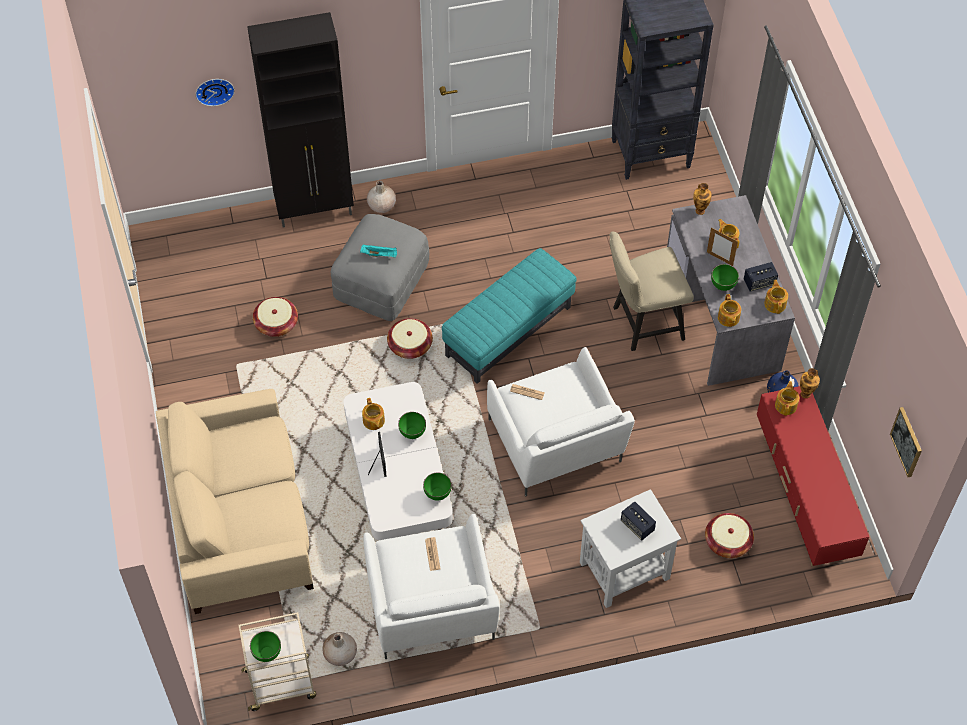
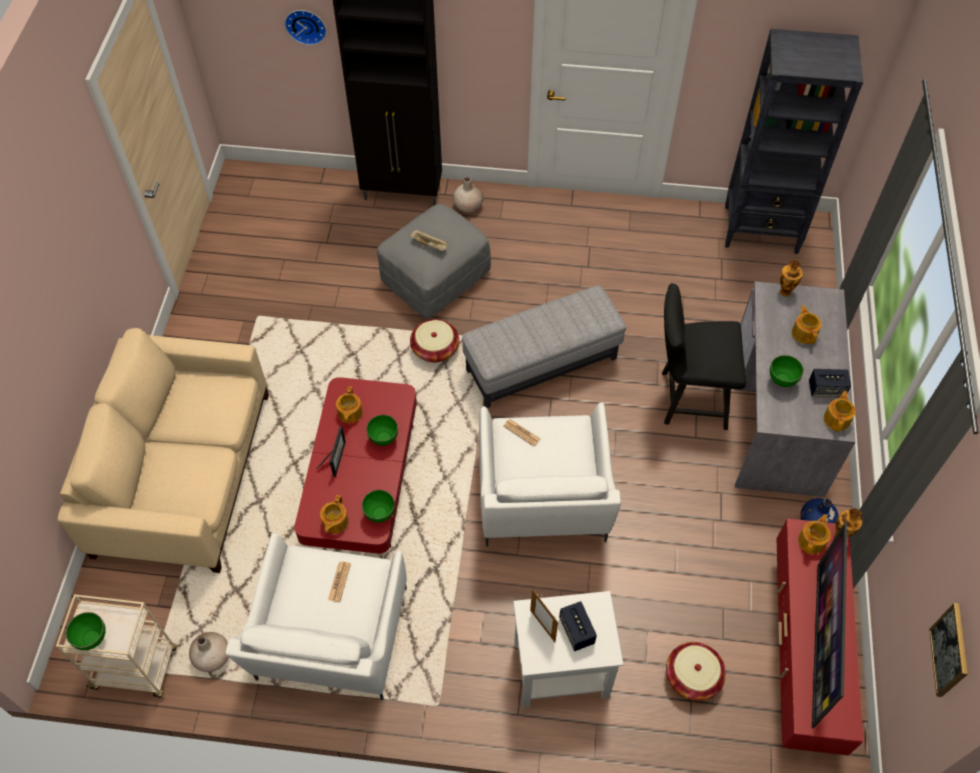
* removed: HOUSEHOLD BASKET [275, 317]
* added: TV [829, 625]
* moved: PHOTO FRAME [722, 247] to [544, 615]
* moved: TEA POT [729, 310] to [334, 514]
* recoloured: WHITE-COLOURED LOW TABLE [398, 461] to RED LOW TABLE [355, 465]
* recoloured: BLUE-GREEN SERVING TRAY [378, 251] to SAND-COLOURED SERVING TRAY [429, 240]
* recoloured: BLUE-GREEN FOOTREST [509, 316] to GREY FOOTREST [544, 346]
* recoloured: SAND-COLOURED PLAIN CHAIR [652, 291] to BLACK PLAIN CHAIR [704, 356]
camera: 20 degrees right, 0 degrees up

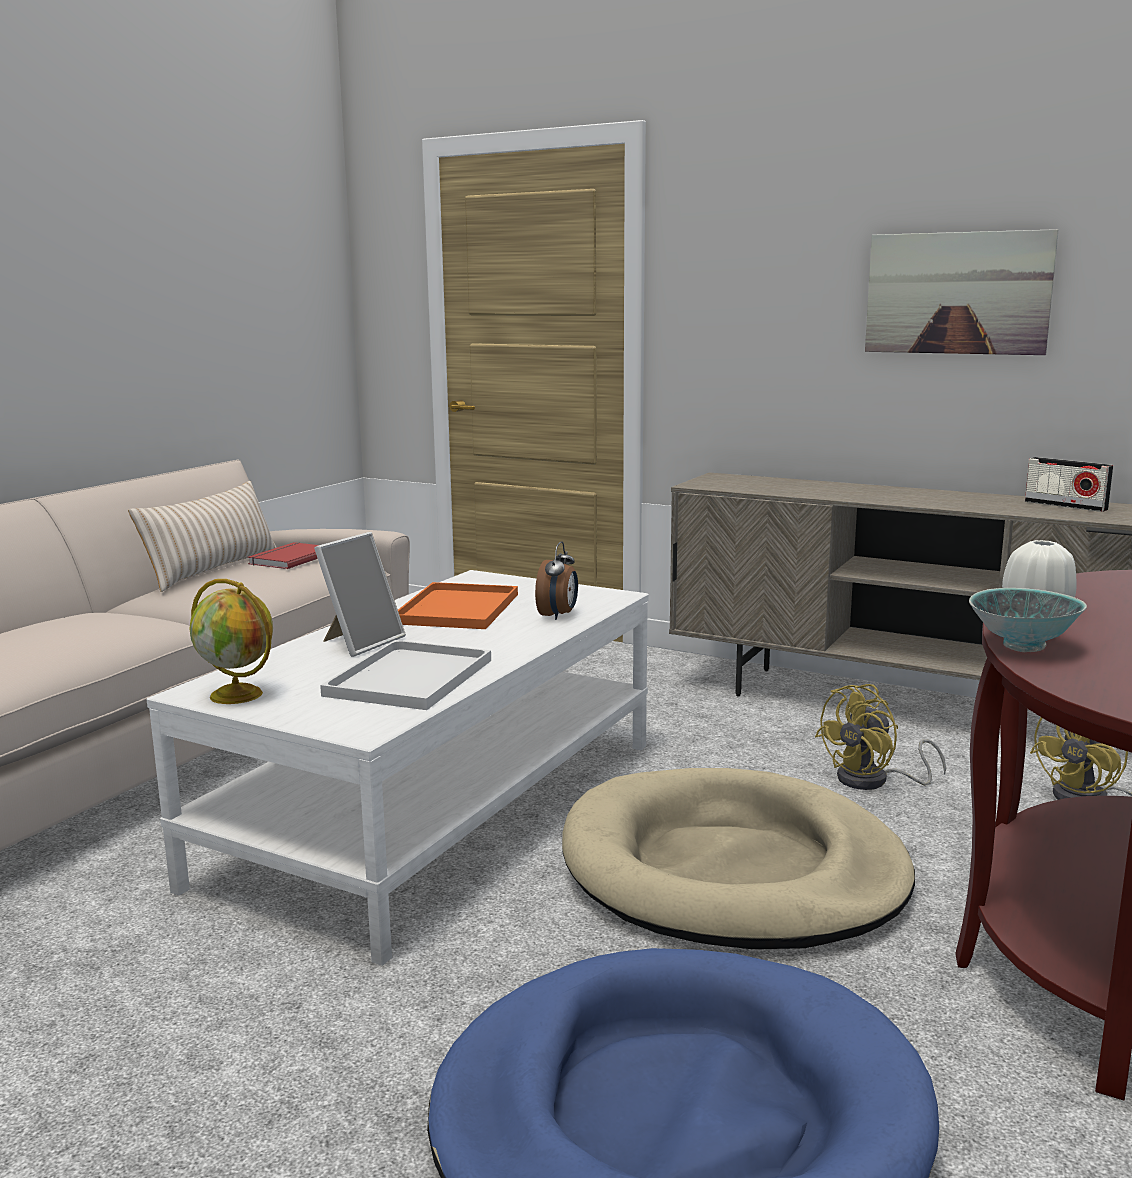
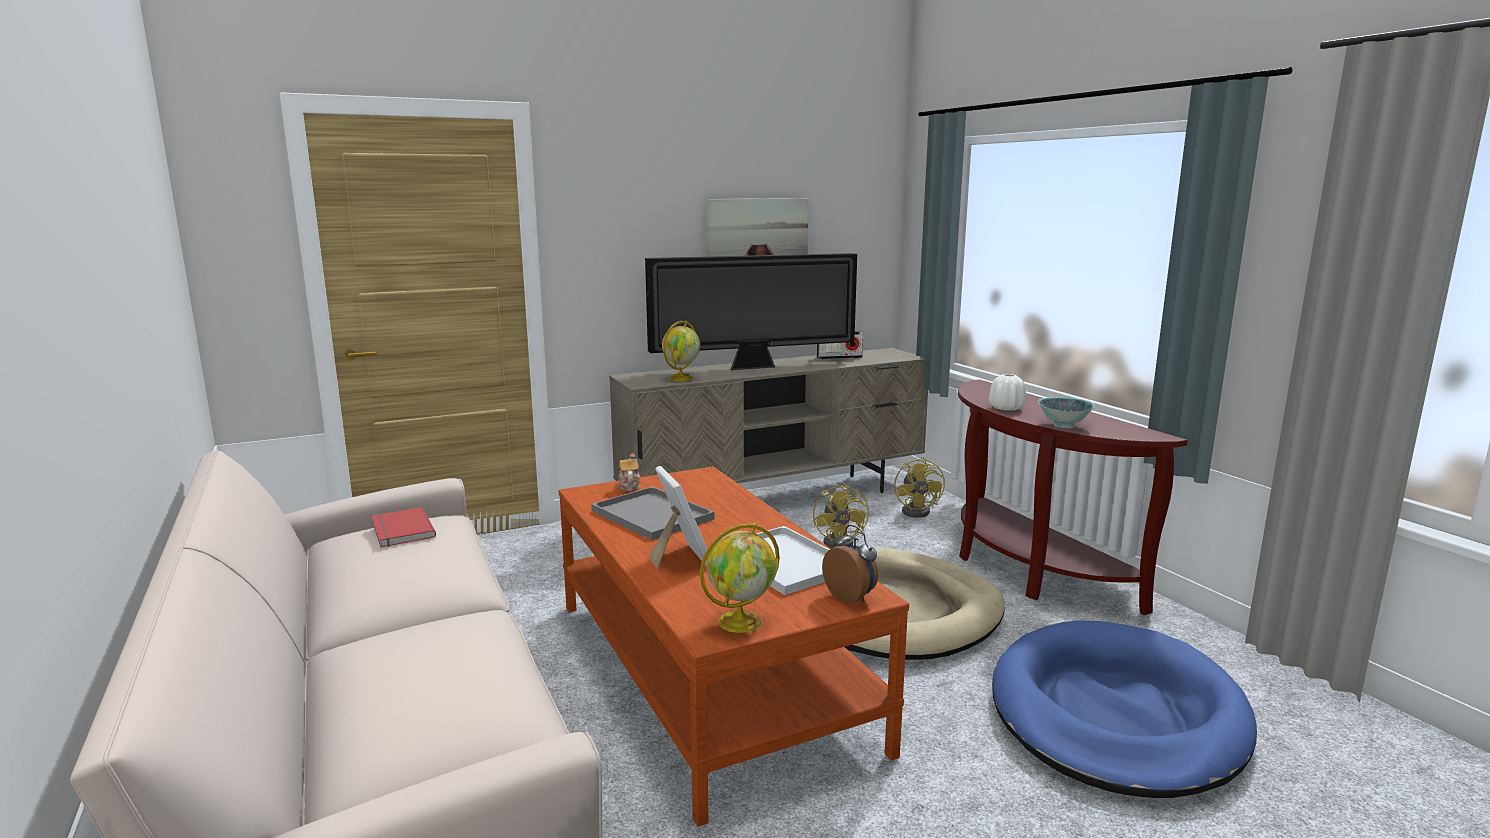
* removed: SAND-COLOURED CUSHION [202, 536]
* added: TEA POT [628, 472]
* added: TV [751, 311]
* added: WORLD GLOBE [681, 351]
* moved: ALARM CLOCK [556, 580] to [850, 564]
* recoloured: WHITE-COLOURED LOW TABLE [398, 768] to BROWNISH LOW TABLE [733, 646]
* recoloured: ORANGEY SERVING TRAY [458, 605] to GREY SERVING TRAY [653, 513]
camera: 55 degrees left, 0 degrees up

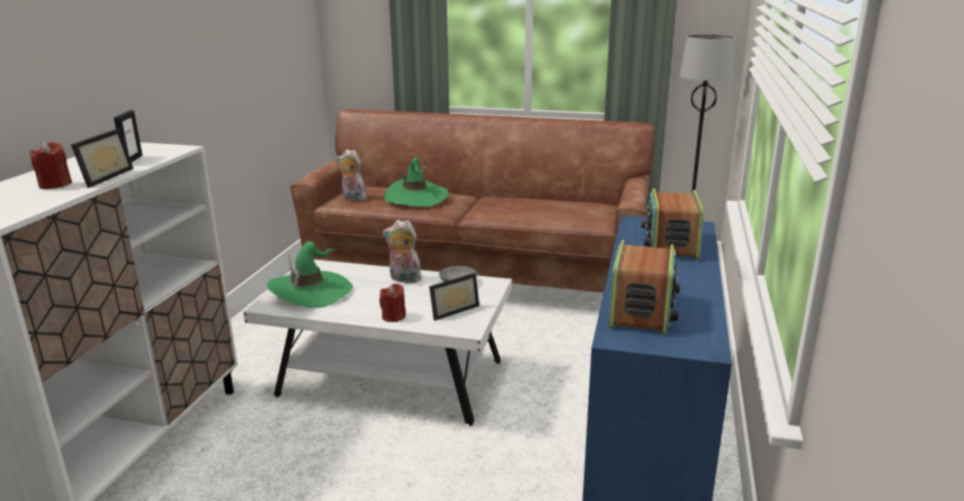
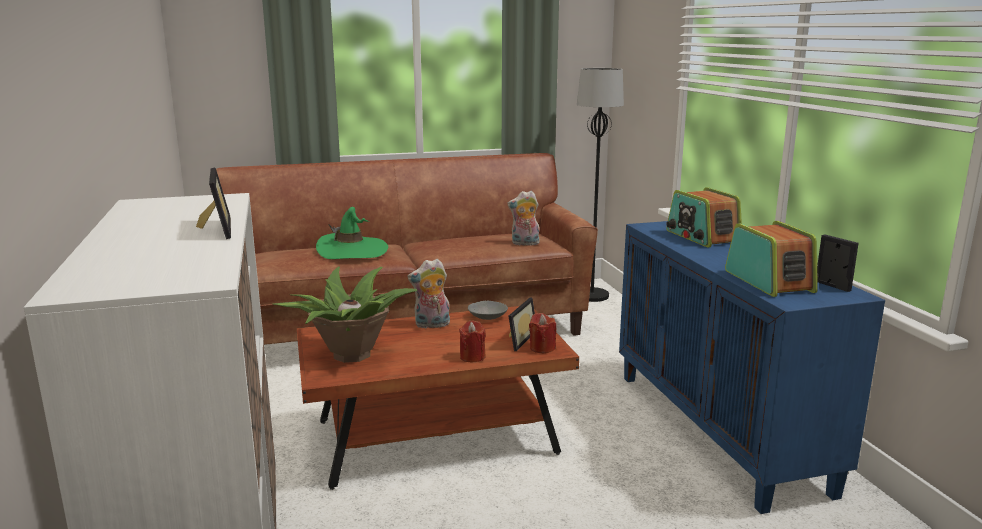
* moved: RED WAX LIGHT [50, 165] to [543, 333]
* moved: PHOTO FRAME [128, 136] to [838, 263]
* moved: SOFT TOY [352, 175] to [523, 218]
* replaced: GREENISH CLOTHING HAT [310, 274] to PLANT IN A POT [345, 315]
* recoloured: WHITE-COLOURED LOW TABLE [377, 342] to BROWNISH LOW TABLE [438, 398]
camera: 30 degrees left, 5 degrees down

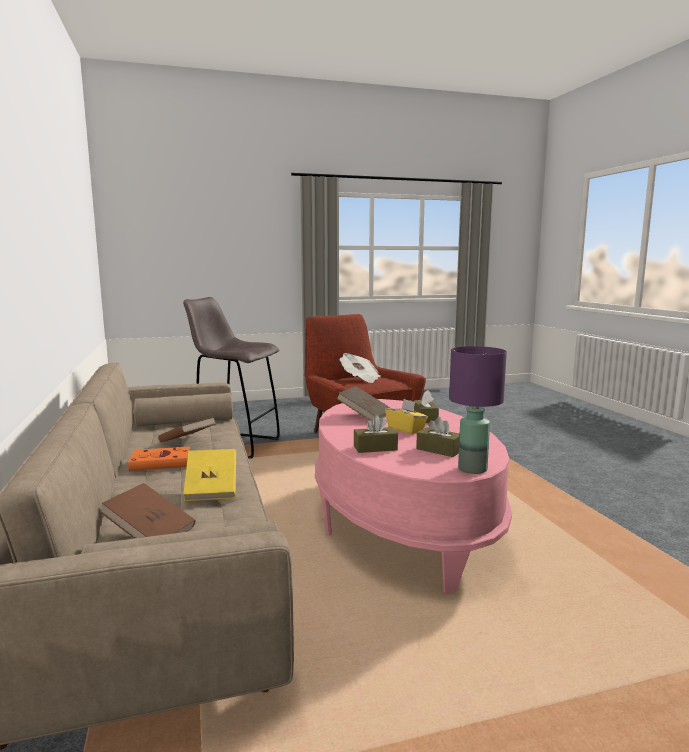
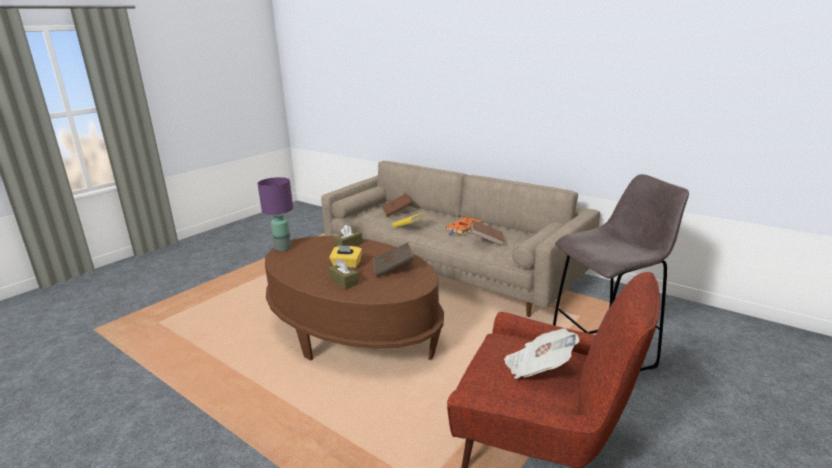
* removed: BROWNISH TISSUE BOX [438, 437]
* recoloured: PINK LOW TABLE [413, 496] to BROWNISH LOW TABLE [354, 298]
camera: 145 degrees right, 10 degrees up

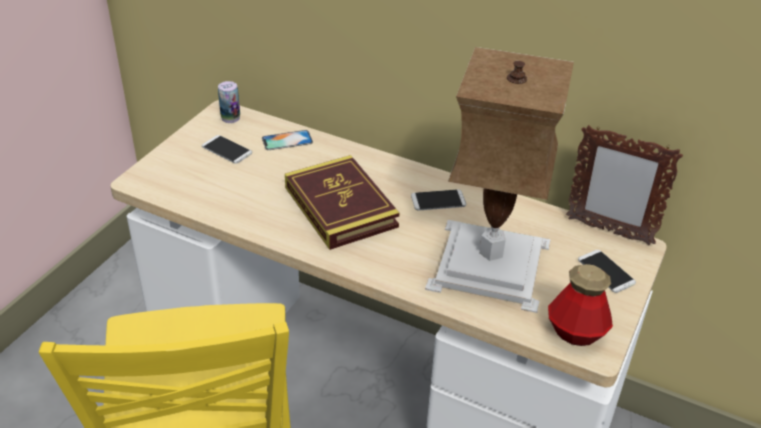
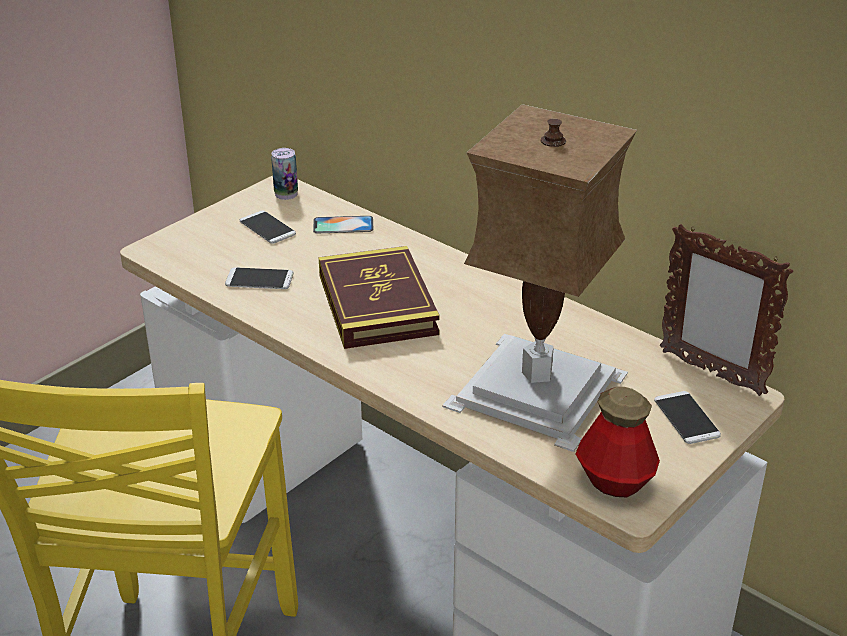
* moved: TELEPHONE [438, 200] to [259, 278]
camera: 15 degrees right, 5 degrees down

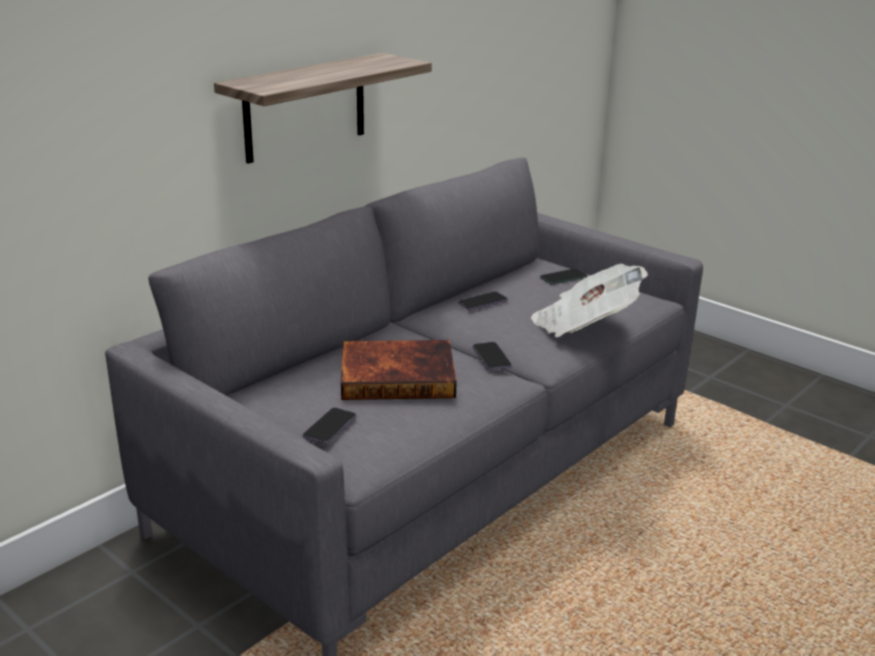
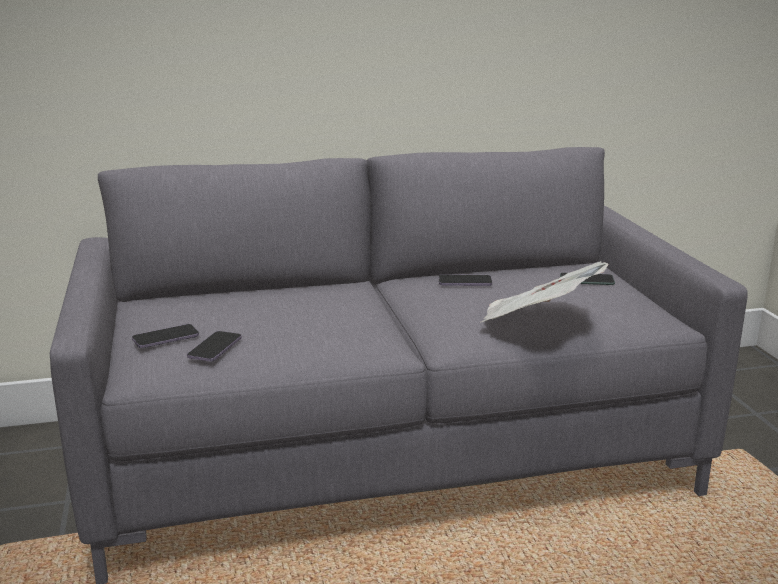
* removed: WALL SHELF [323, 108]
* removed: BOOK [399, 370]
* moved: TELEPHONE [492, 356] to [214, 346]
camera: 35 degrees right, 5 degrees down

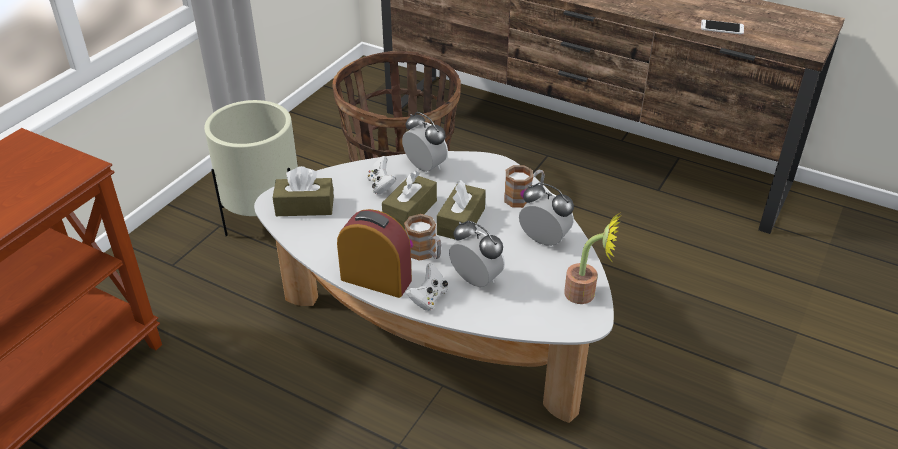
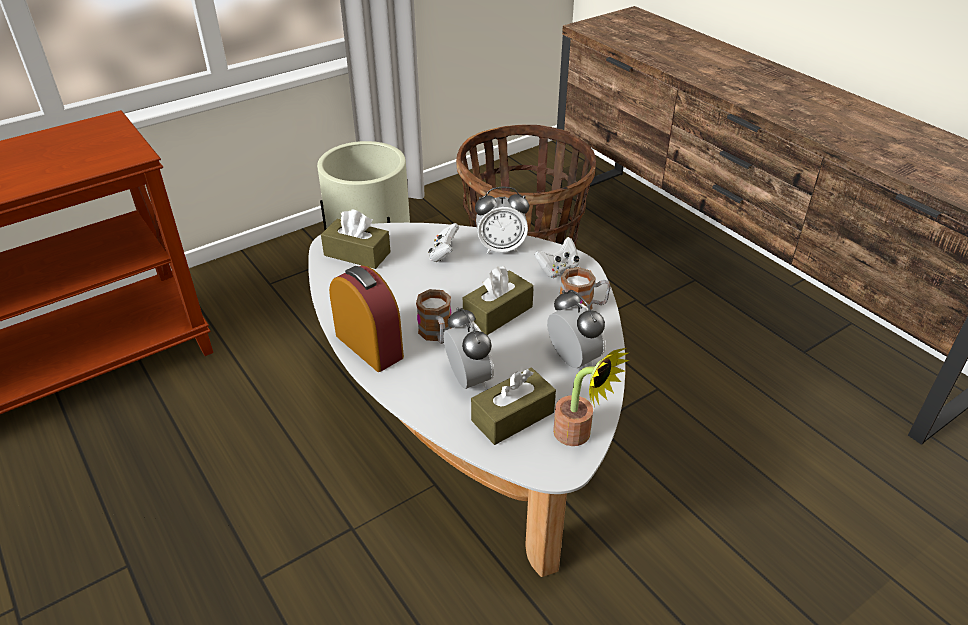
* removed: TELEPHONE [722, 27]
* moved: BROWNISH TISSUE BOX [409, 200] to [513, 406]
* moved: WHITE-COLOURED JOYPAD [427, 287] to [557, 257]
* turned: ALARM CLOCK [425, 142] = [502, 220] 105 degrees clockwise
camera: 25 degrees right, 0 degrees up

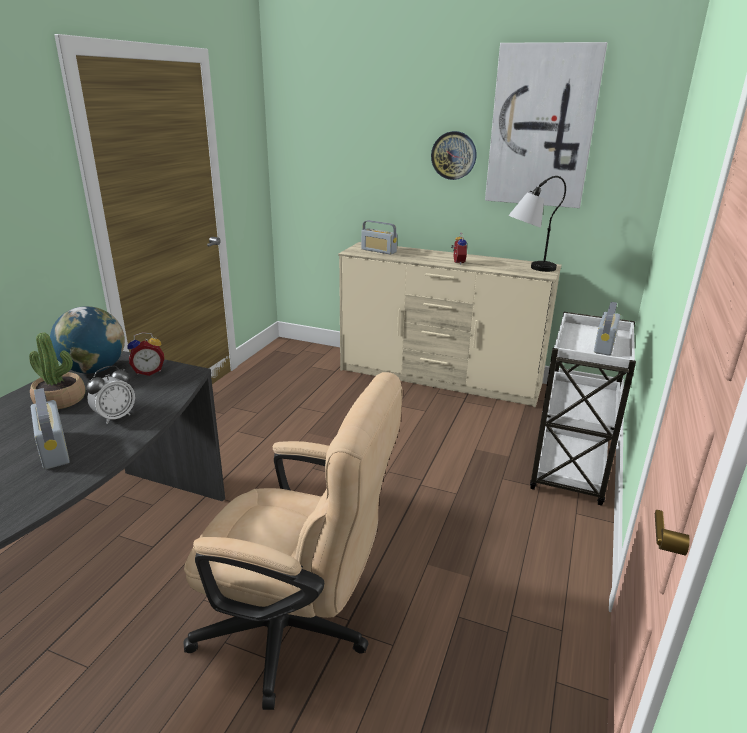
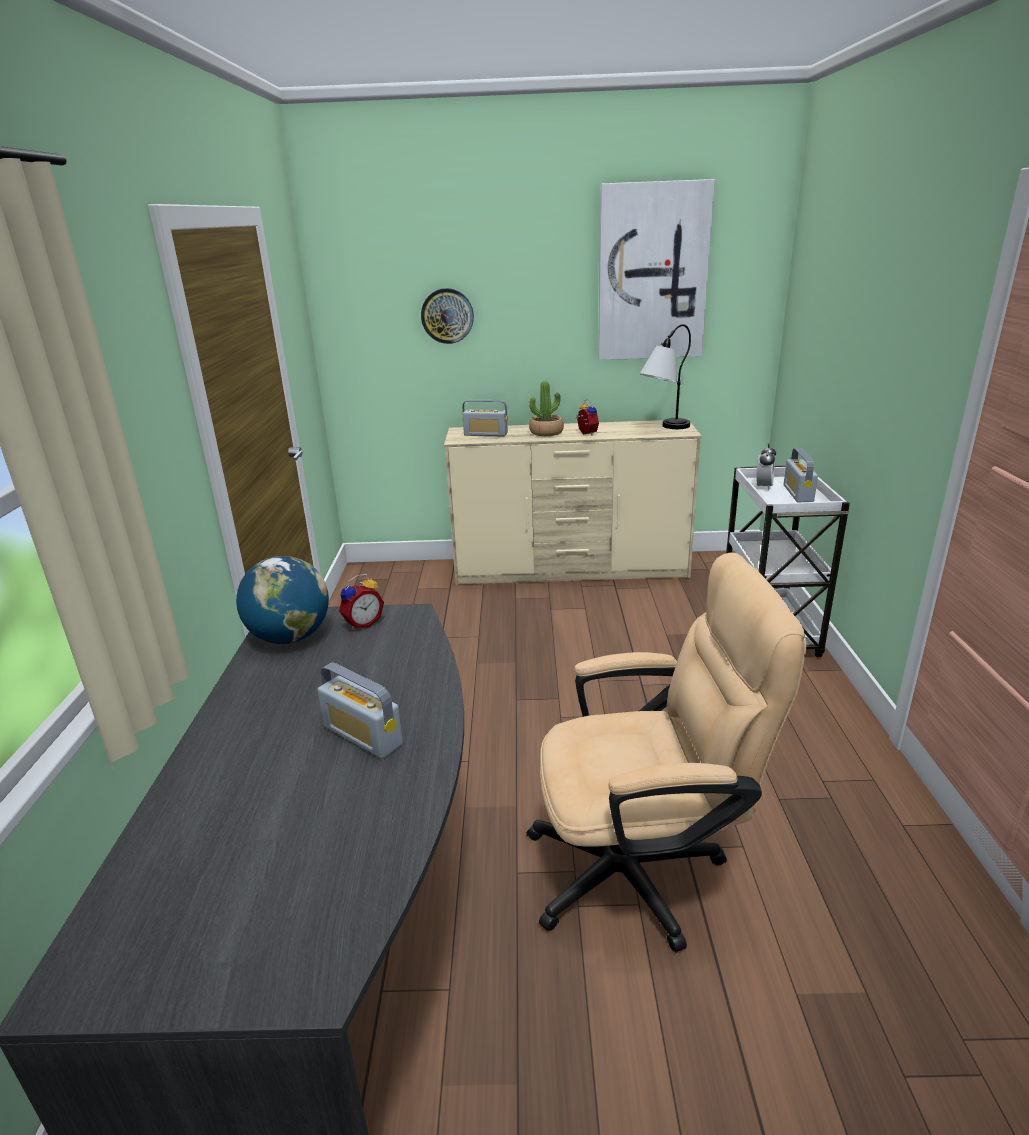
* moved: PLANT IN A POT [57, 371] to [546, 408]
* moved: ALARM CLOCK [111, 395] to [766, 466]
* moved: HANGING CLOCK [453, 155] to [447, 316]
camera: 20 degrees left, 0 degrees up

